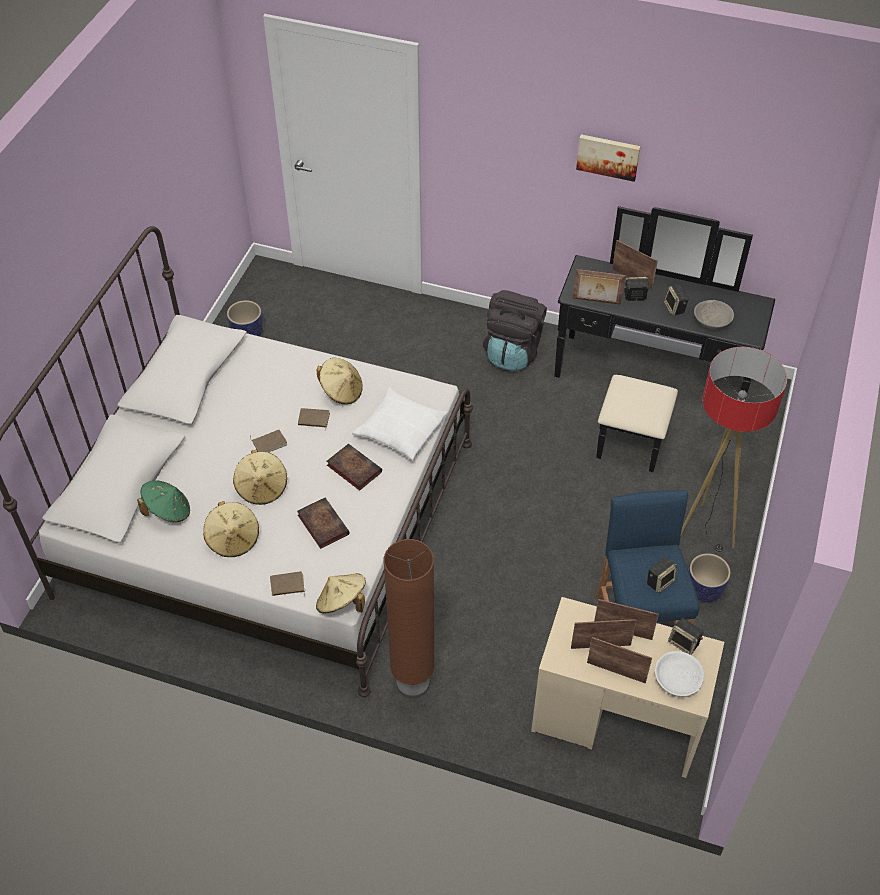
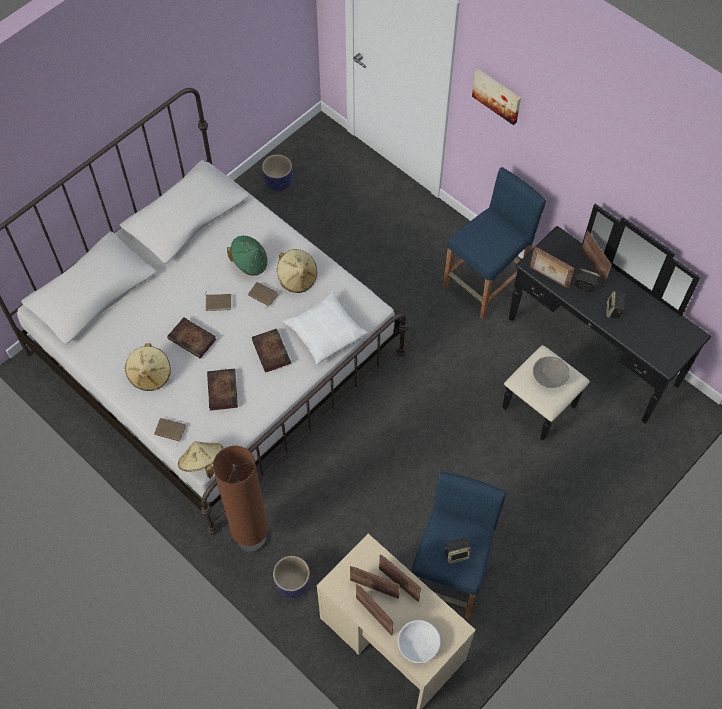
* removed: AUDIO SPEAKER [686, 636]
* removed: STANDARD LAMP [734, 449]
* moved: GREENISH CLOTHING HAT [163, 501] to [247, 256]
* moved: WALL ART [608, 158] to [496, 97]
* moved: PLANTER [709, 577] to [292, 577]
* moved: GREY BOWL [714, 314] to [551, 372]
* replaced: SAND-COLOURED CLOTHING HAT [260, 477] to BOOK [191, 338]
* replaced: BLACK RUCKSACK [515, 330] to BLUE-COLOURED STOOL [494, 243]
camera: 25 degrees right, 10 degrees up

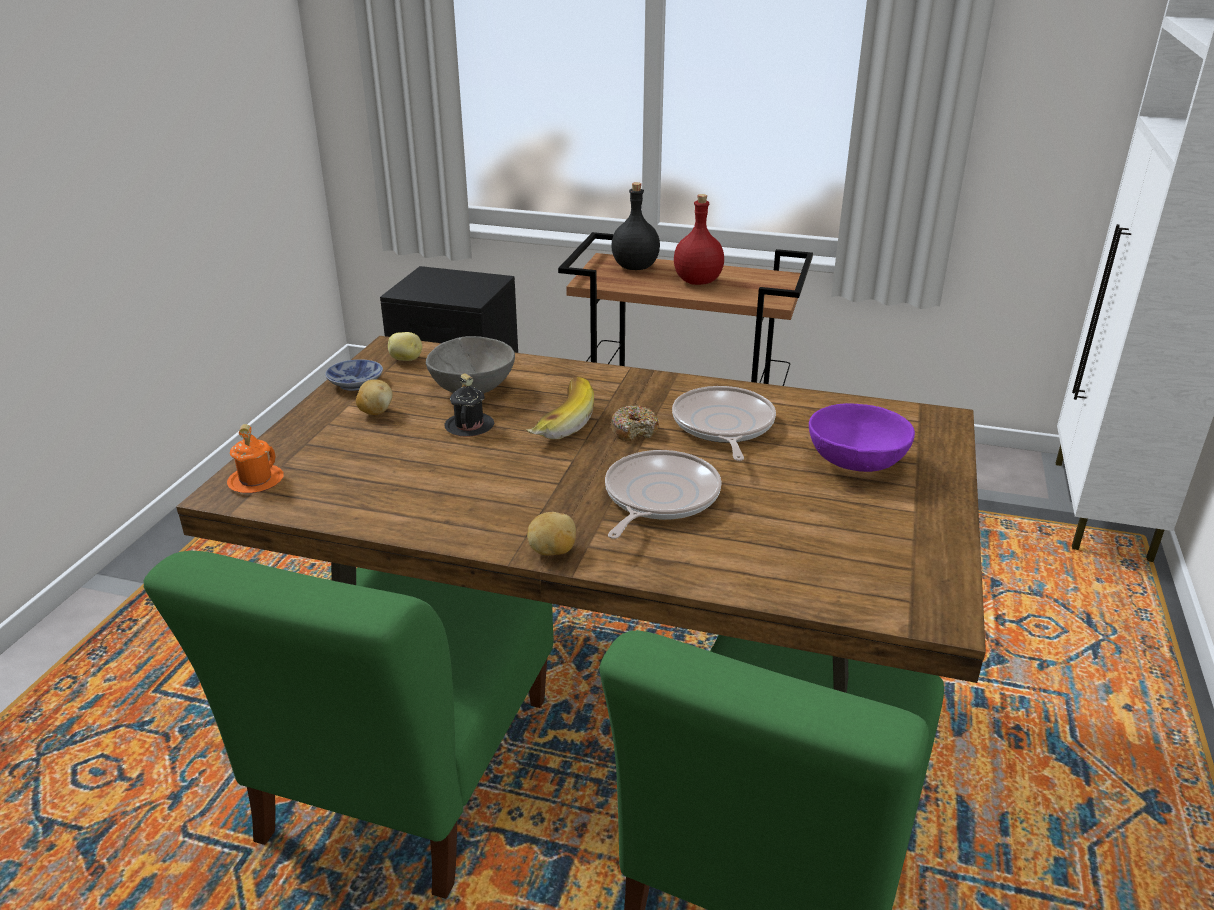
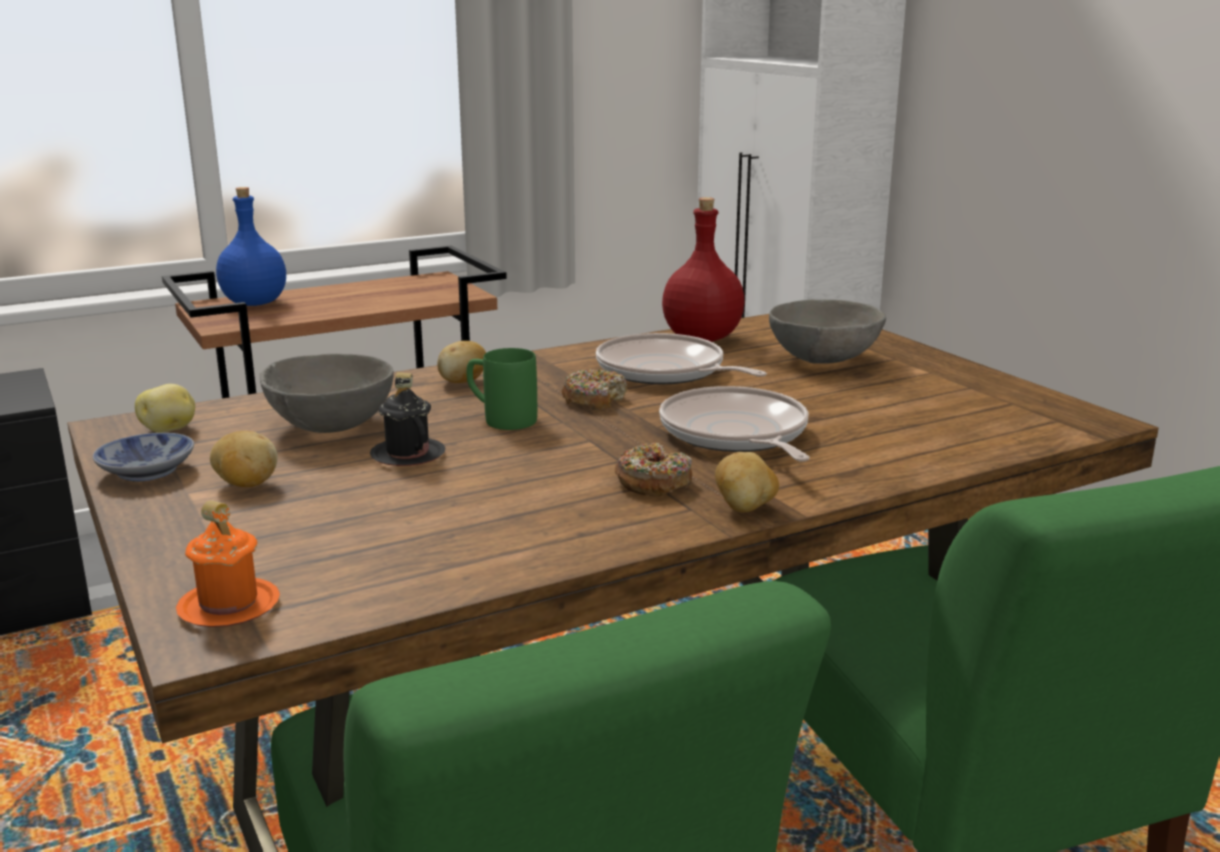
* added: WHOLE POTATO [461, 362]
* added: RING DOUGHNUT [653, 469]
* moved: RED DRINK BOTTLE [699, 239] to [703, 269]
* replaced: BANANA [560, 407] to GREENISH TEA MUG [501, 389]
* recoloured: BLACK DRINK BOTTLE [635, 226] to BLUE-COLOURED DRINK BOTTLE [251, 246]
* recoloured: PURPLE-COLOURED BOWL [862, 437] to GREY BOWL [827, 332]
camera: 45 degrees left, 10 degrees down

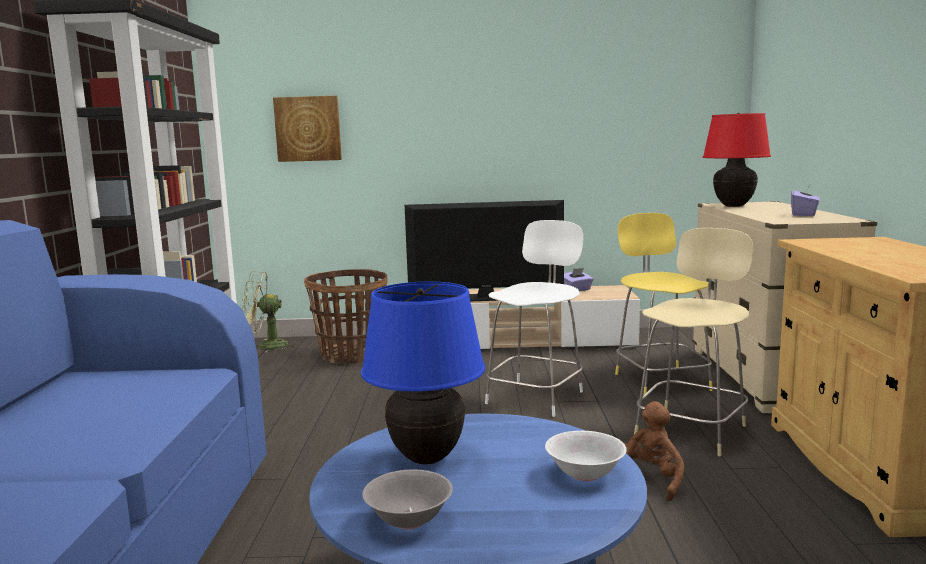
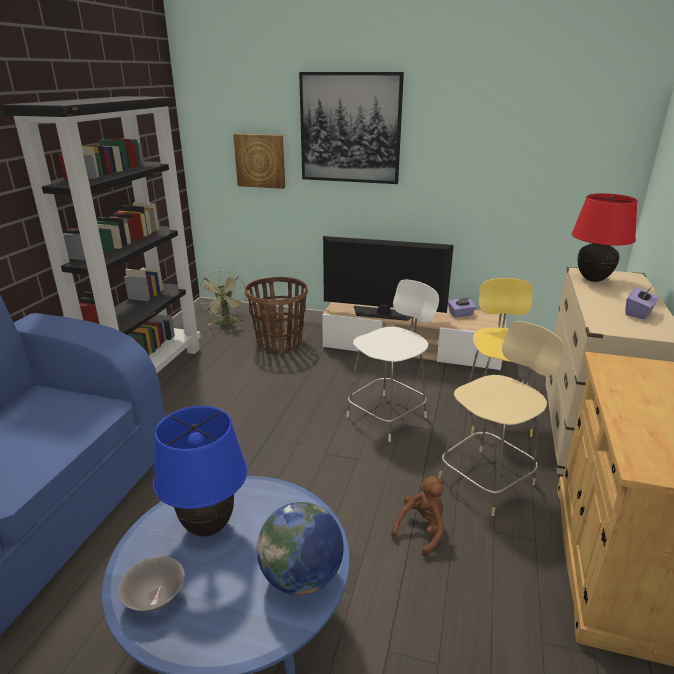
* added: WALL ART [351, 128]
* replaced: WHITE-COLOURED BOWL [586, 456] to WORLD GLOBE [300, 548]
* turned: GREENISH FAN [268, 312] = [222, 297] 105 degrees counterclockwise
camera: 15 degrees right, 15 degrees up

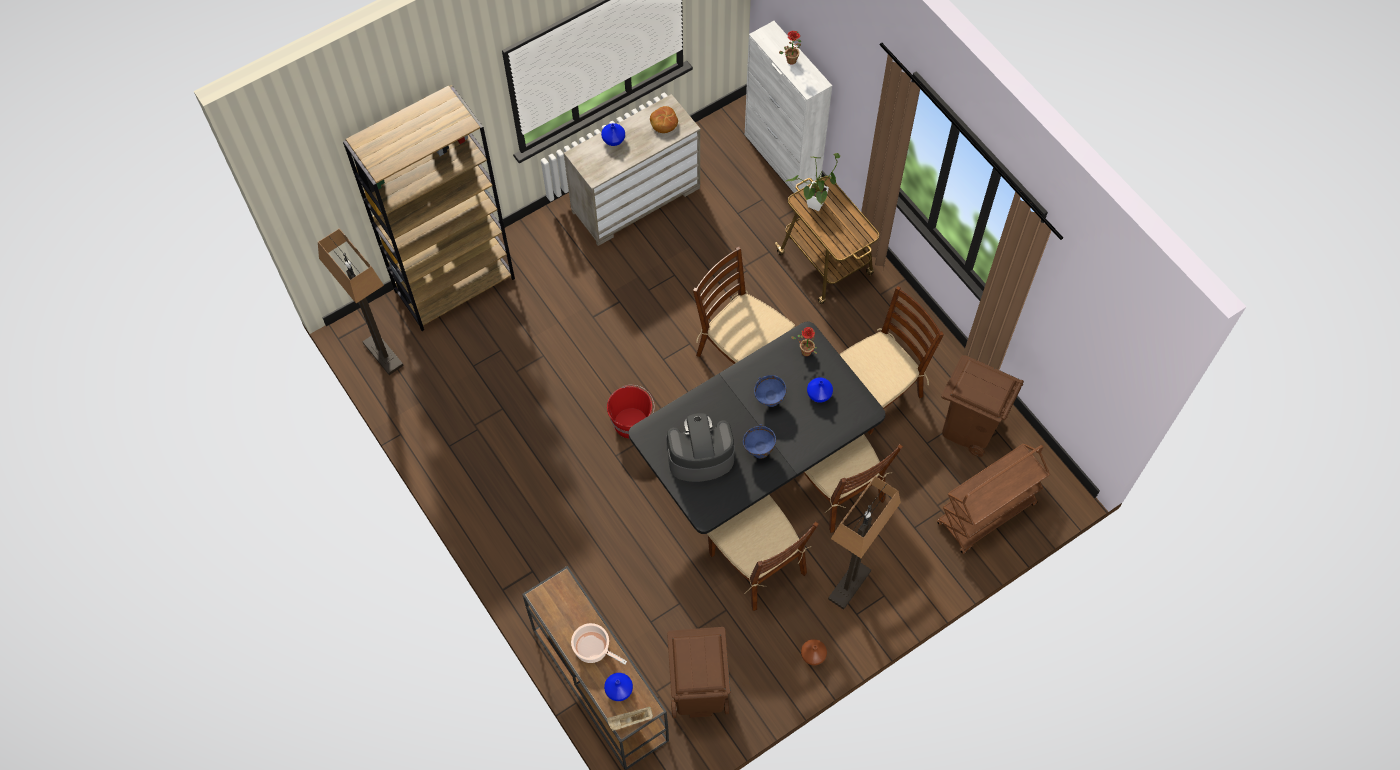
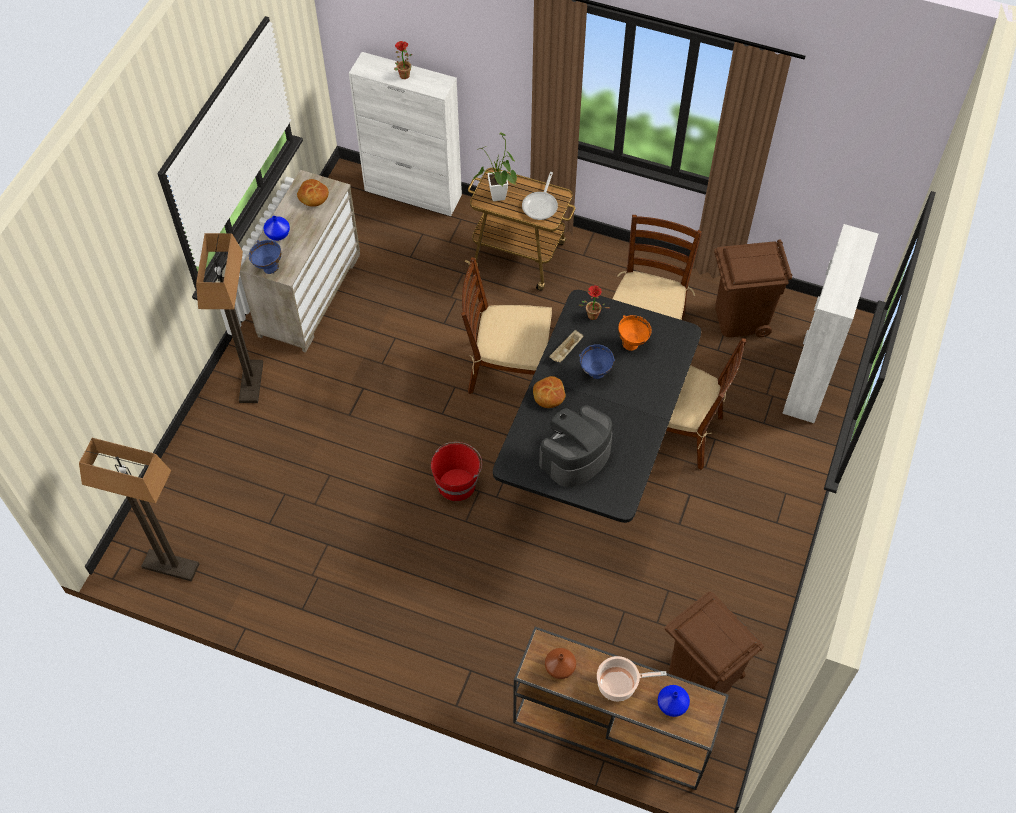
* removed: BROWNISH SHELVING UNIT [429, 208]
* removed: BROWNISH PLAIN CHAIR [763, 553]
* added: SKILLET [540, 196]
* added: BAKERY BREAD [549, 392]
* moved: SAND-COLOURED SERVING TRAY [630, 719] to [566, 346]
* moved: BLUE-COLOURED BOWL [759, 441] to [265, 257]
* moved: BROWNISH VASE [814, 652] to [560, 663]
* moved: STANDARD LAMP [864, 543] to [229, 318]
* replaced: BLUE-COLOURED VASE [820, 390] to ORANGEY BOWL [635, 333]
* replaced: BROWNISH CART [993, 499] to WHITE-COLOURED CABINET [830, 323]
camera: 35 degrees left, 5 degrees down

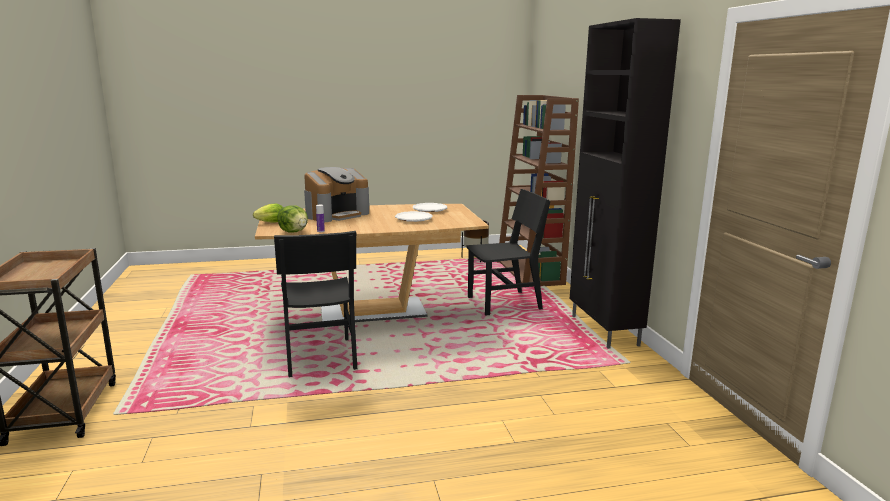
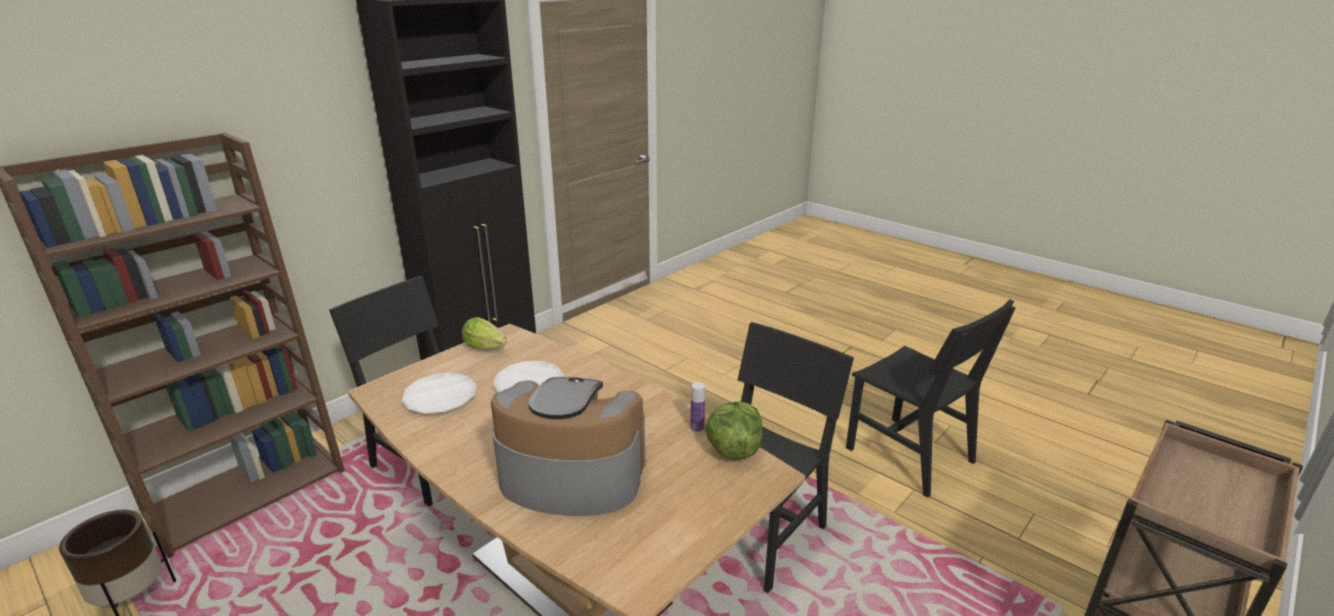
* added: BLACK PLAIN CHAIR [931, 398]
* moved: LETTUCE [268, 213] to [484, 333]
camera: 125 degrees left, 10 degrees up

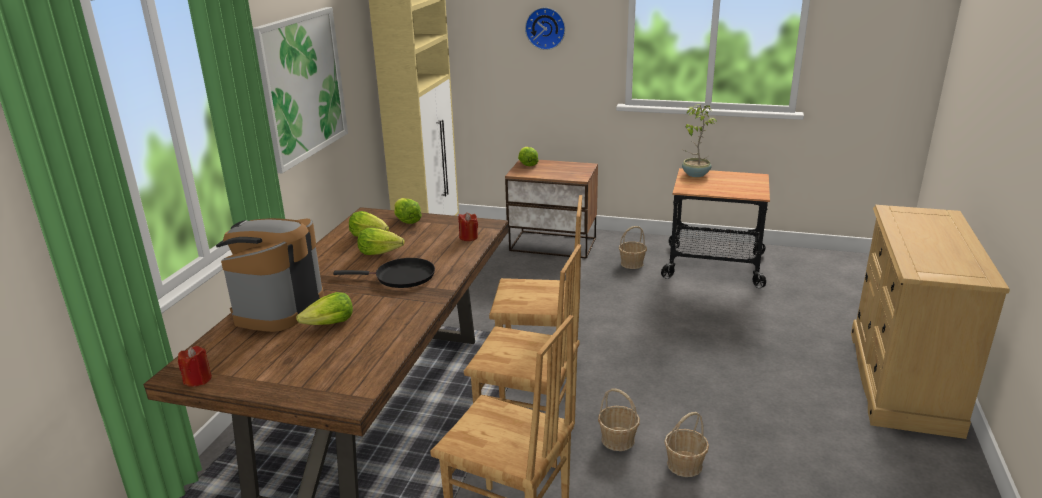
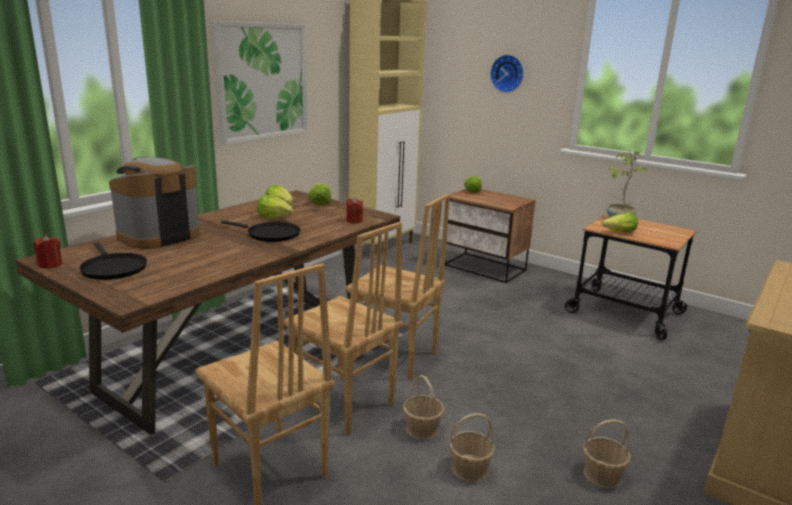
* added: BLACK SKILLET [113, 261]
* moved: LETTUCE [324, 308] to [620, 223]
* moved: HOUSEHOLD BASKET [633, 247] to [607, 453]
camera: 20 degrees right, 5 degrees down

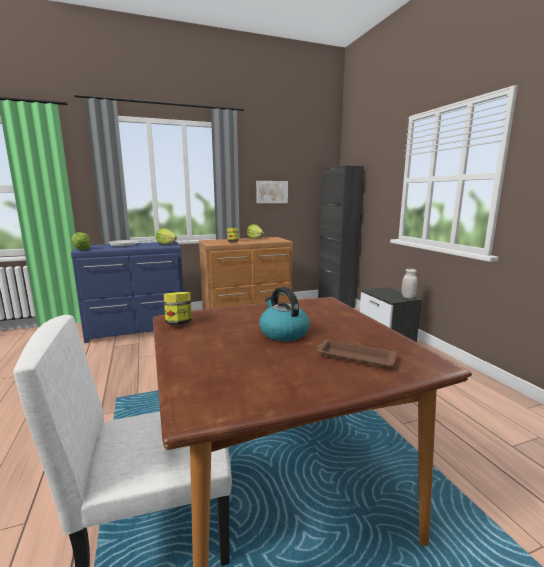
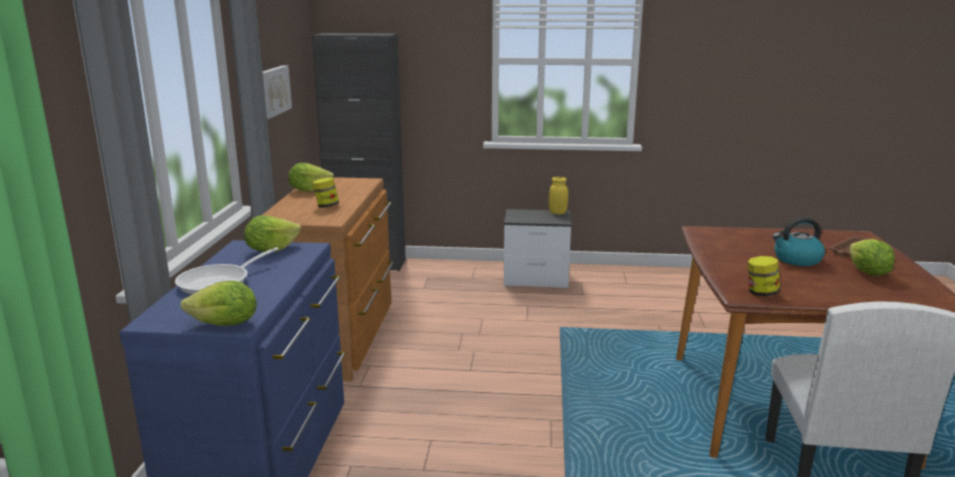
* added: LETTUCE [872, 257]
* recoloured: WHITE-COLOURED STORAGE JAR [410, 284] to YELLOW-COLOURED STORAGE JAR [558, 195]
camera: 65 degrees left, 5 degrees up

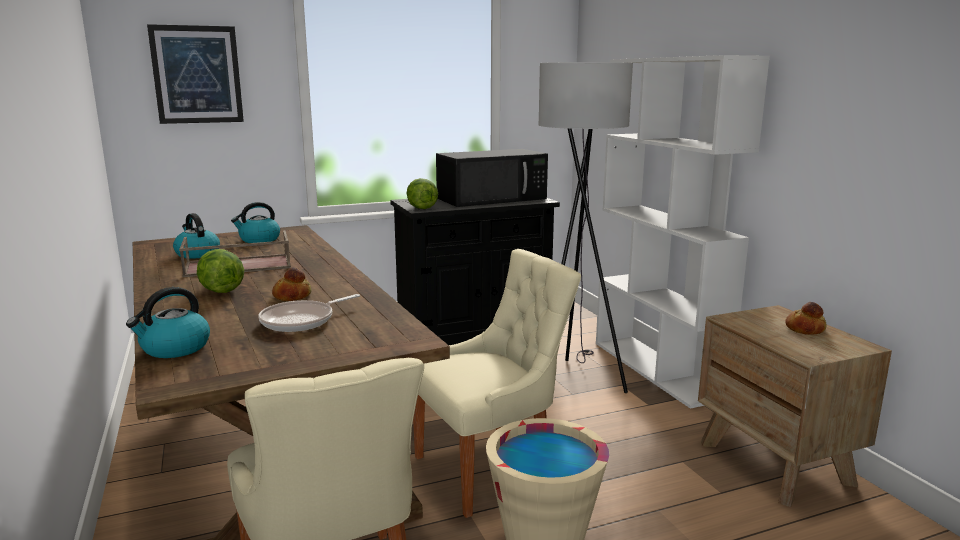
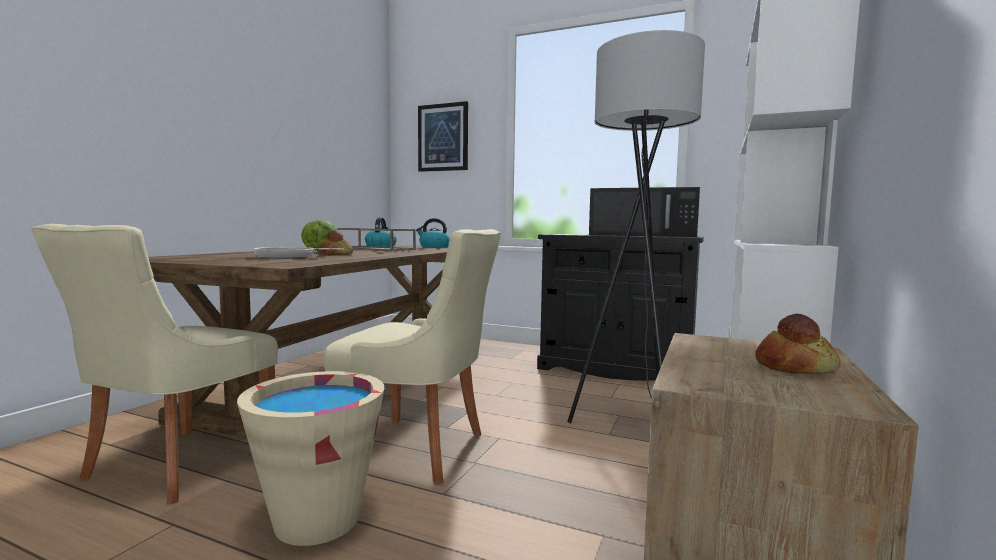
* removed: TEA KETTLE [168, 322]
* removed: LETTUCE [422, 193]
camera: 45 degrees right, 10 degrees down

